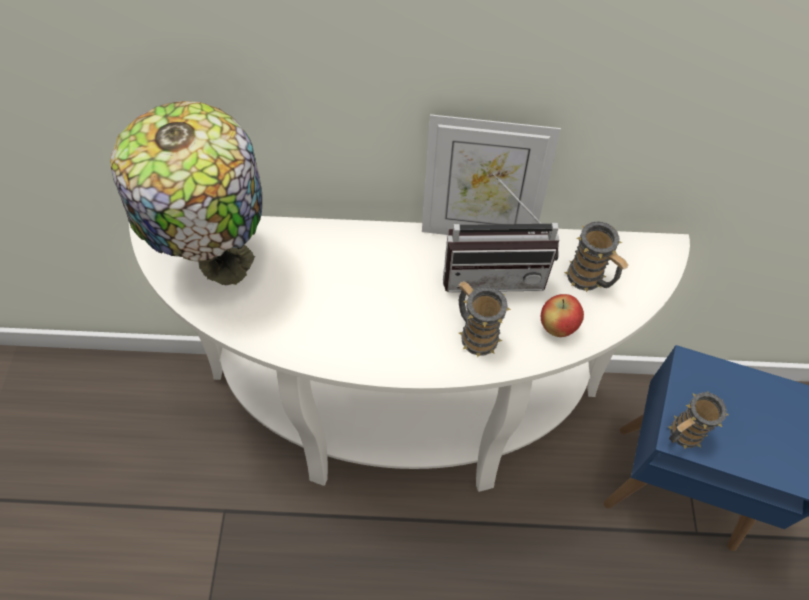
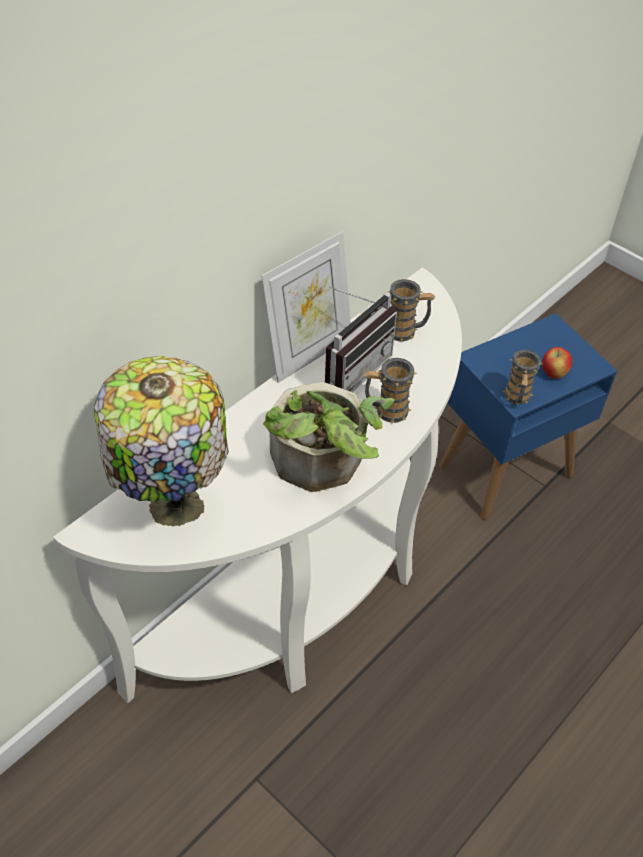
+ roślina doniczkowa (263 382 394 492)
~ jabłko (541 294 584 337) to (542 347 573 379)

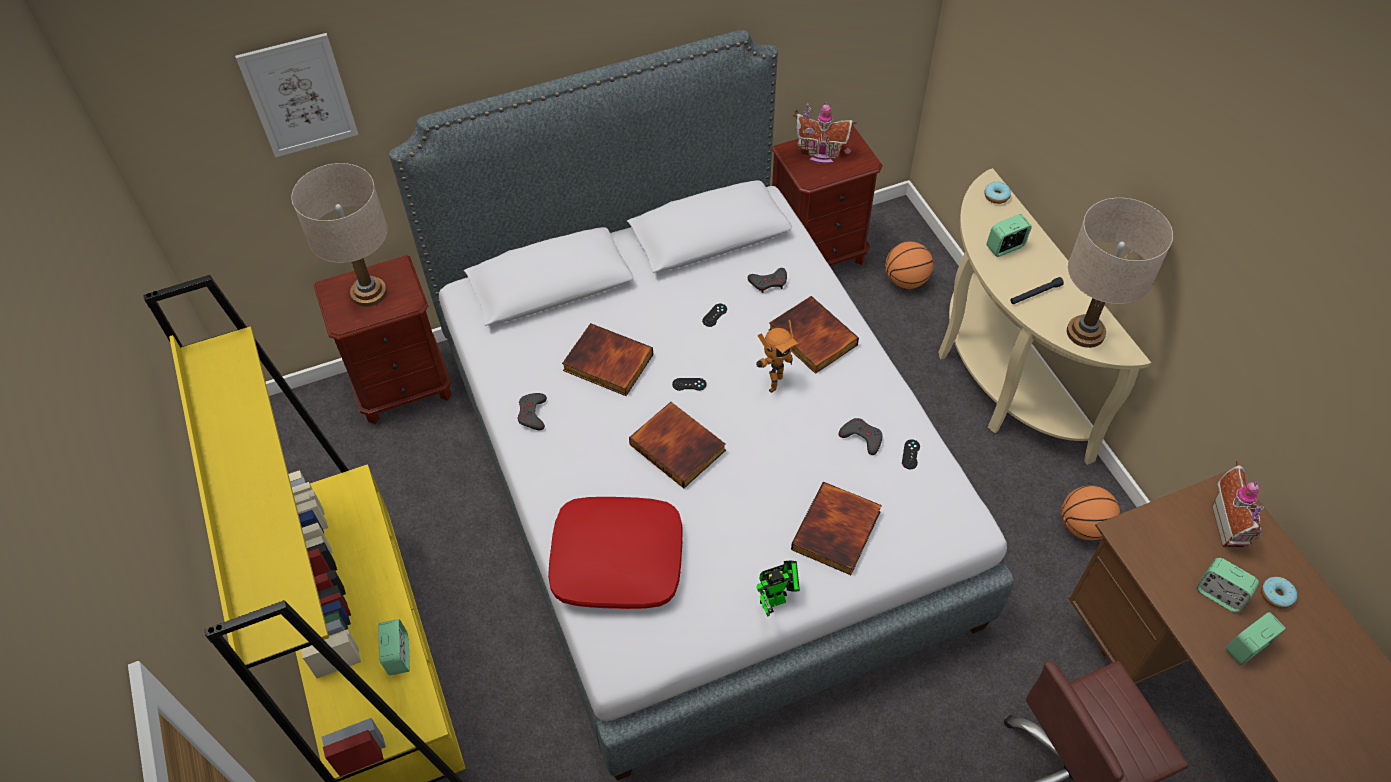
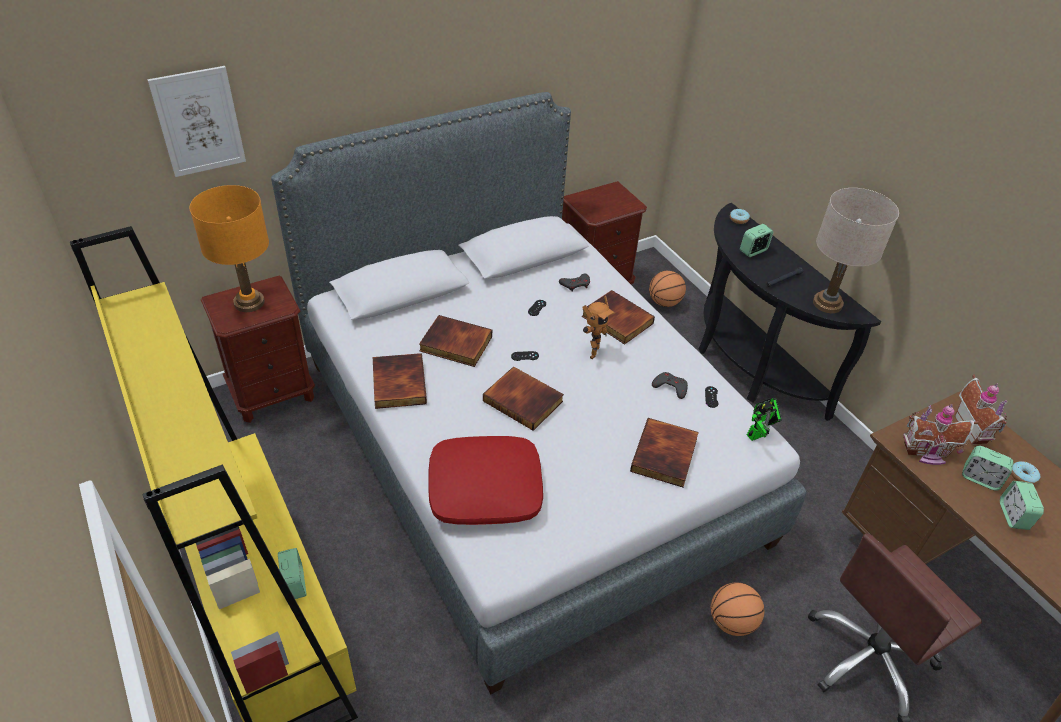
~ lampa stołowa [beżowy] (291 163 388 307) to lampa stołowa [pomarańczowy] (189 185 269 312)
~ pad do gier [szary] (517 393 547 430) to książka (373 353 427 409)
~ stolik konsolowy [beżowy] (938 168 1151 465) to stolik konsolowy [czarny] (699 203 881 421)
~ piłka do koszykówki (1062 486 1120 540) to (711 583 765 636)
~ robot zabawkowy (756 560 800 616) to (747 398 782 441)
~ domek (793 102 857 164) to (903 404 979 465)
~ budzik (1225 612 1286 665) = (1000 481 1044 530) 45 degrees counterclockwise

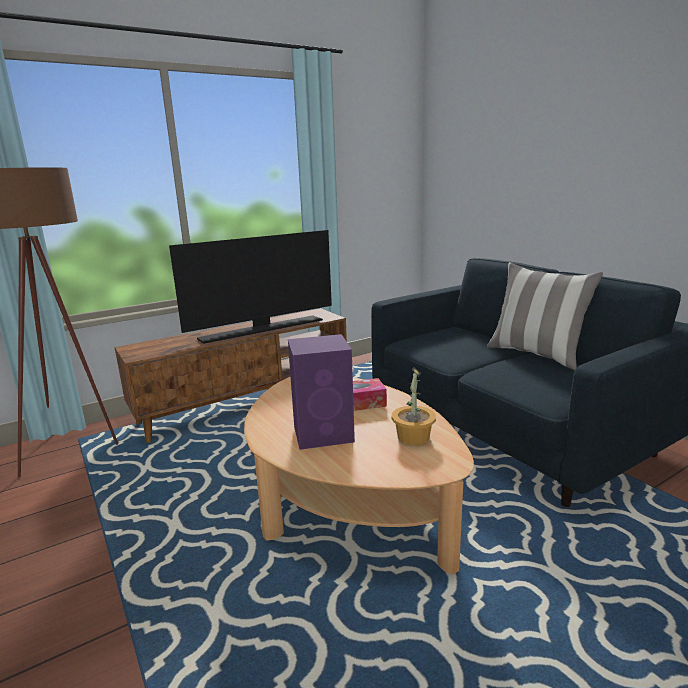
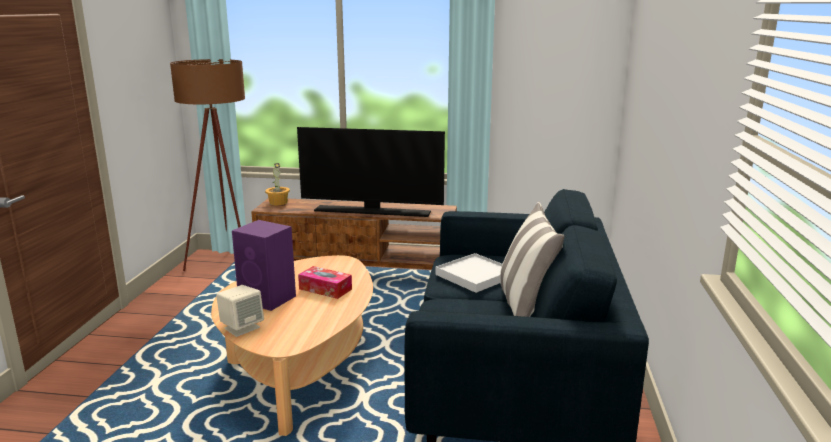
+ głośnik [beżowy] (216 285 264 337)
~ roślina doniczkowa (392 367 436 445) to (265 163 290 205)
+ taca [biały] (435 253 502 293)

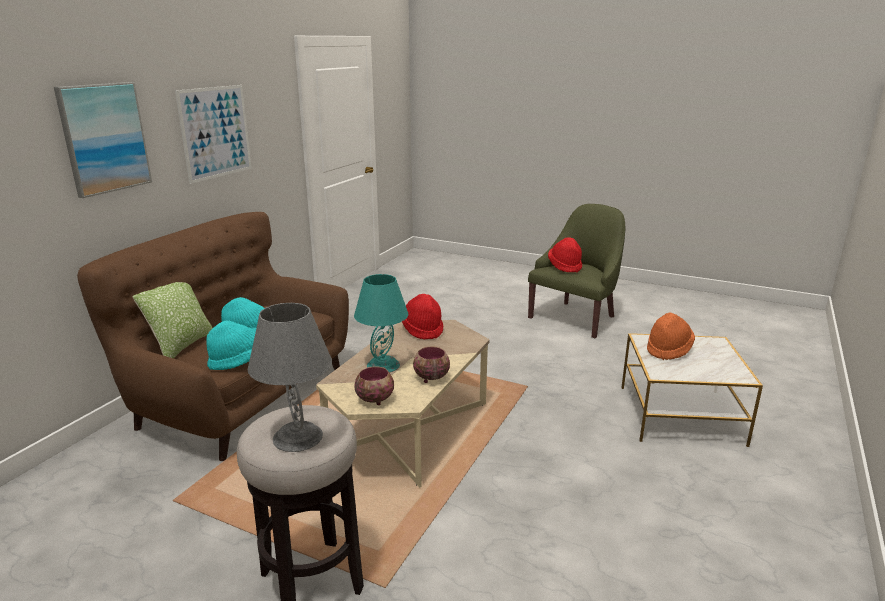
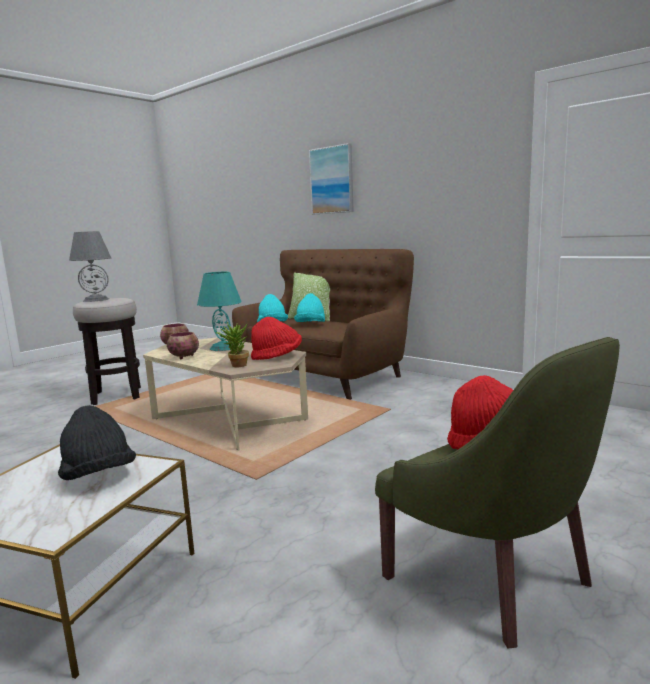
~ kapelusz [pomarańczowy] (647 313 695 360) to kapelusz [czarny] (58 405 136 480)
+ roślina doniczkowa (215 322 249 367)
- obraz (175 85 252 184)

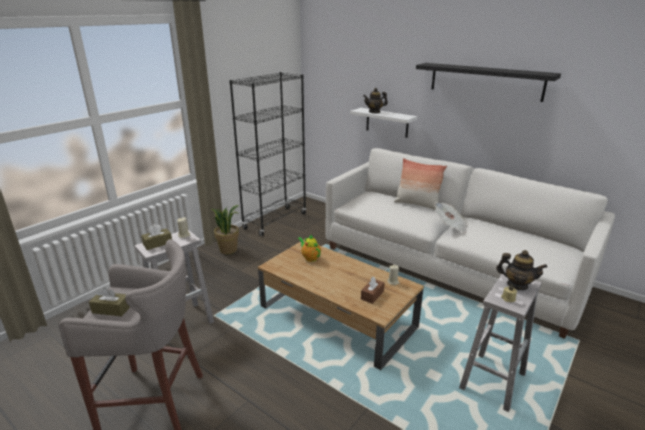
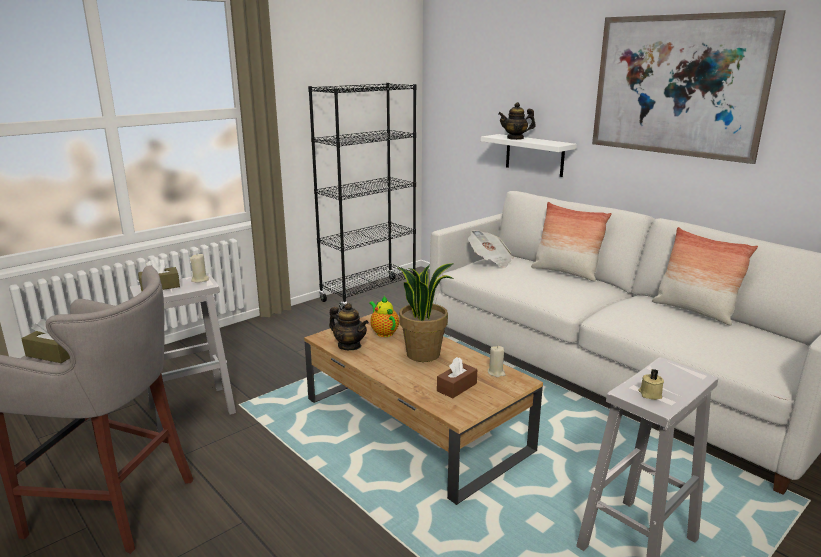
~ imbryk (496 250 547 290) to (329 303 369 350)
~ roślina doniczkowa (212 205 239 254) to (397 263 454 362)
~ gazeta (435 202 468 233) to (468 230 514 268)
~ półka [czarny] (416 63 561 102) to obraz (592 10 786 164)
+ poduszka (652 227 758 326)

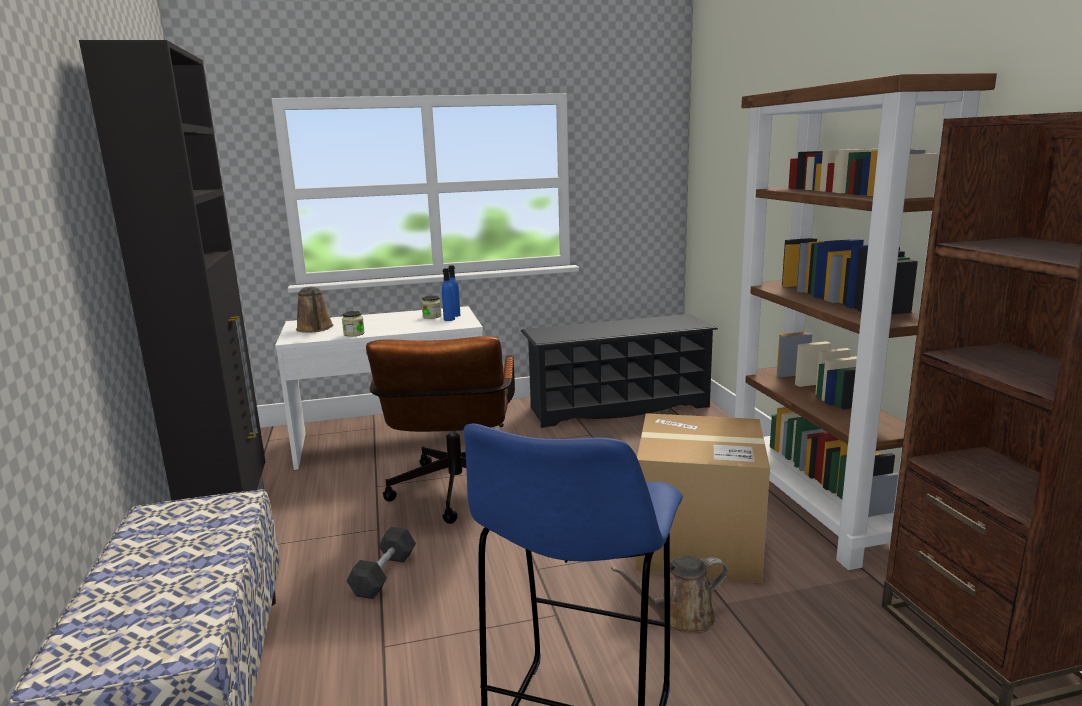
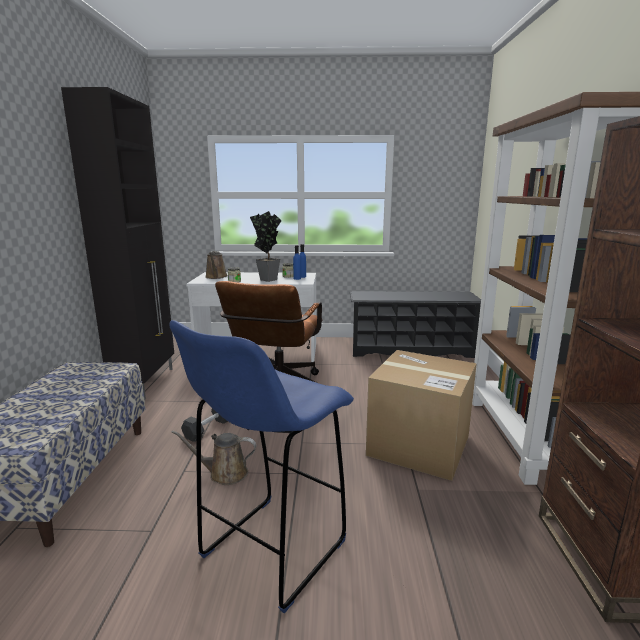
~ konewka [brązowy] (611 556 728 634) to (171 430 256 485)
+ roślina doniczkowa (250 211 282 282)

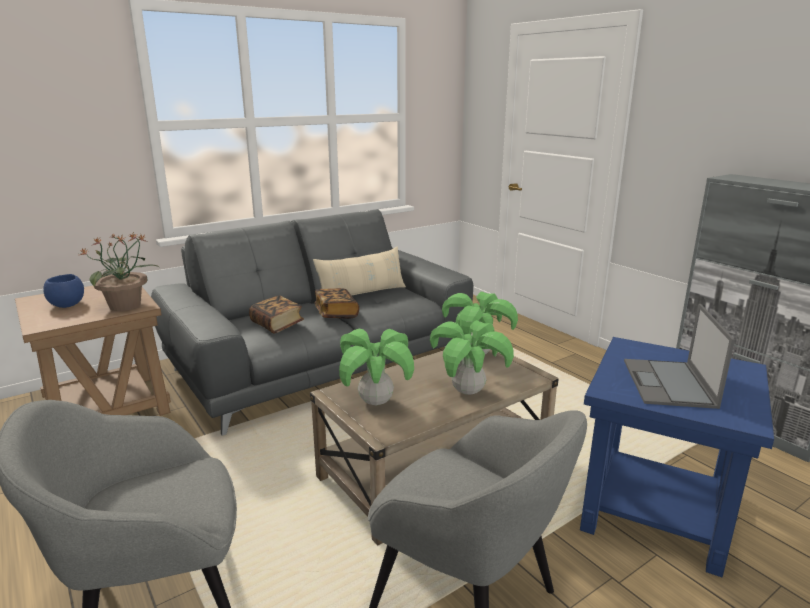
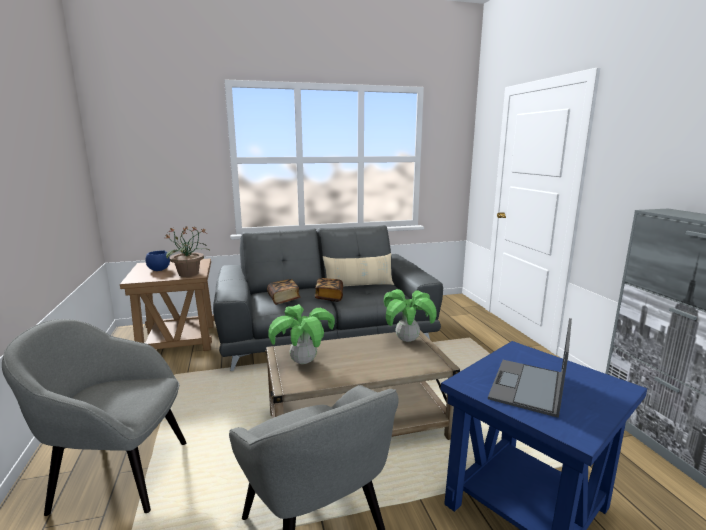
- roślina doniczkowa (430 320 514 395)

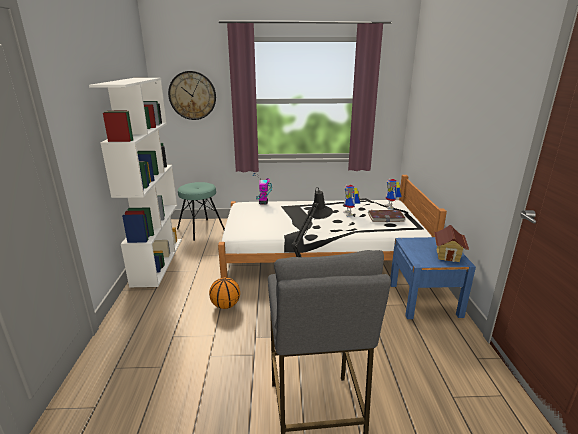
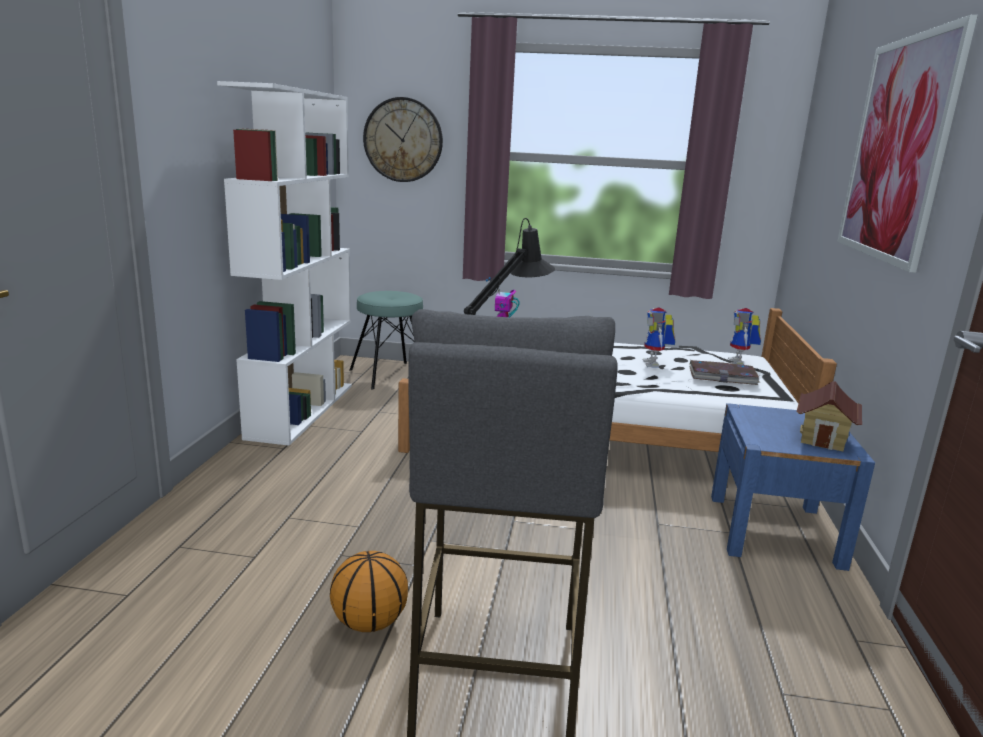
~ piłka do koszykówki (209 277 240 309) to (330 551 408 632)
+ obraz (837 15 978 273)

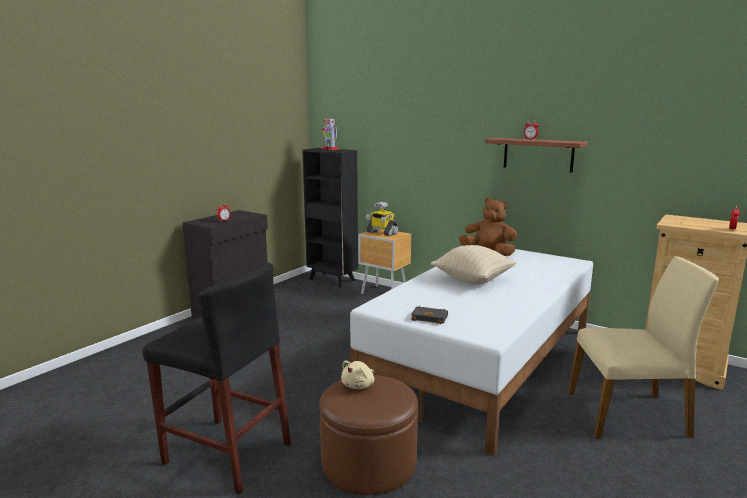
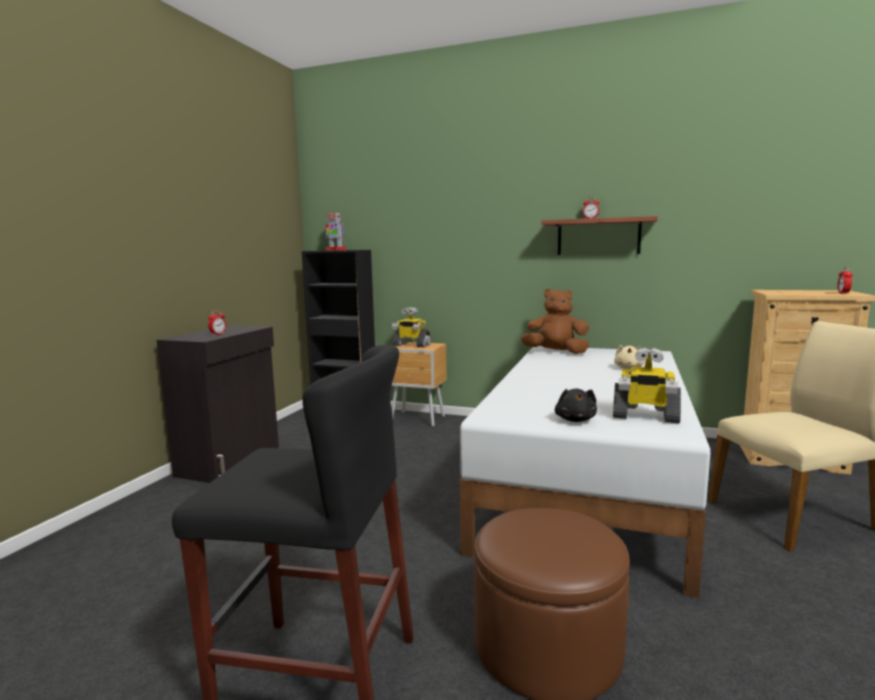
~ książka [czarny] (411 305 448 324) to pluszak [czarny] (555 388 597 422)
+ robot zabawkowy (613 347 681 423)
~ pluszak [beżowy] (341 360 374 389) to (614 345 645 369)
- poduszka [beżowy] (431 245 517 285)

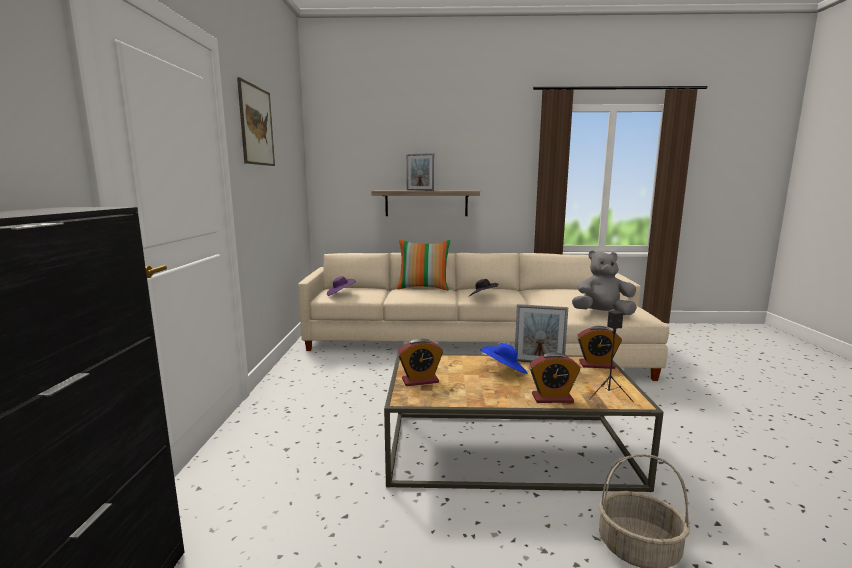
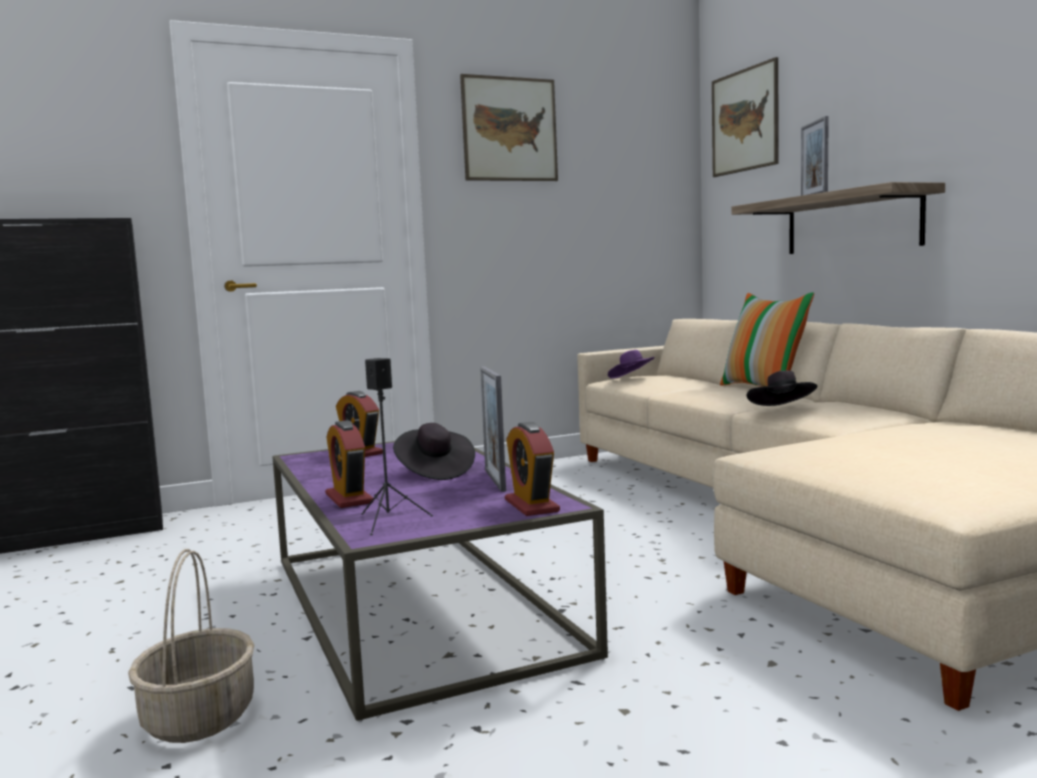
~ ława [brązowy] (384 354 664 492) to ława [fioletowy] (272 441 608 722)
~ kapelusz [niebieski] (480 343 528 374) to kapelusz [czarny] (393 423 475 480)
+ obraz (712 57 779 177)
- pluszak [szary] (572 250 637 315)

